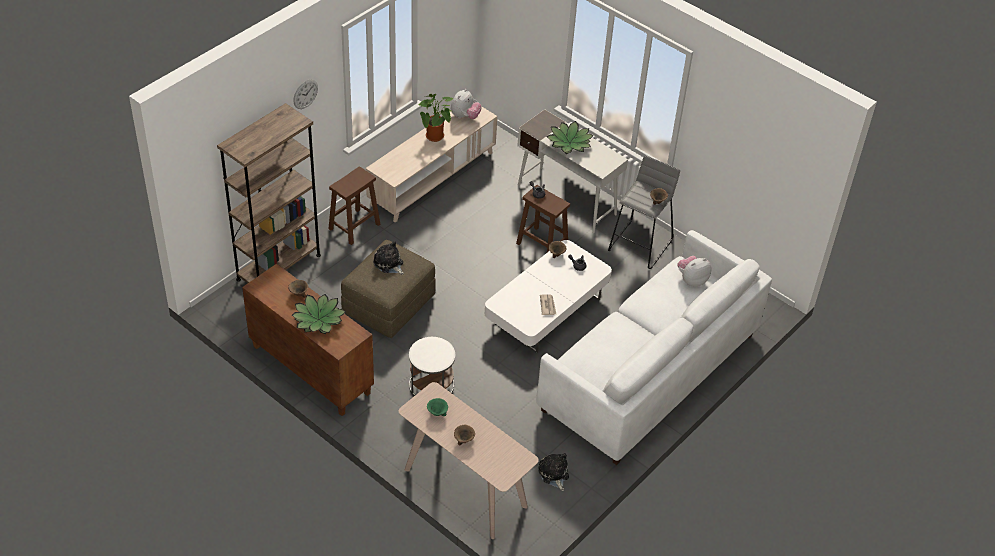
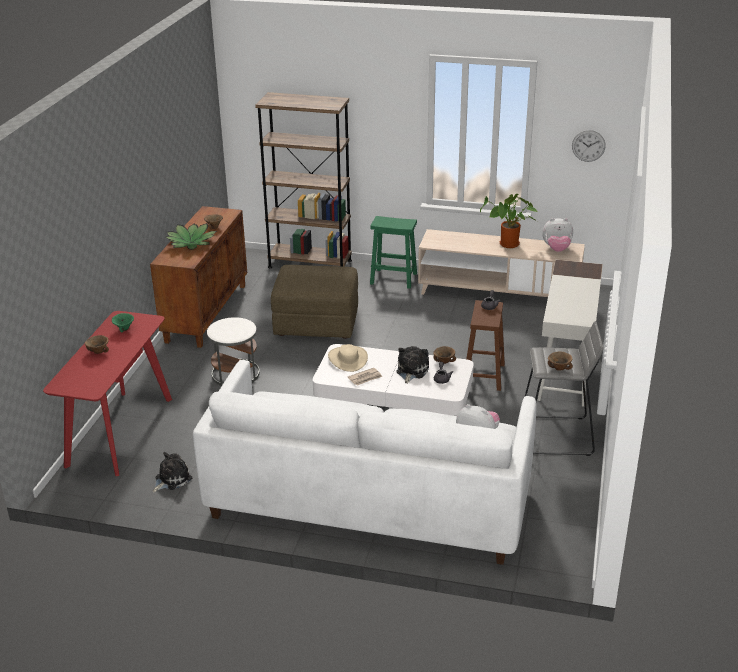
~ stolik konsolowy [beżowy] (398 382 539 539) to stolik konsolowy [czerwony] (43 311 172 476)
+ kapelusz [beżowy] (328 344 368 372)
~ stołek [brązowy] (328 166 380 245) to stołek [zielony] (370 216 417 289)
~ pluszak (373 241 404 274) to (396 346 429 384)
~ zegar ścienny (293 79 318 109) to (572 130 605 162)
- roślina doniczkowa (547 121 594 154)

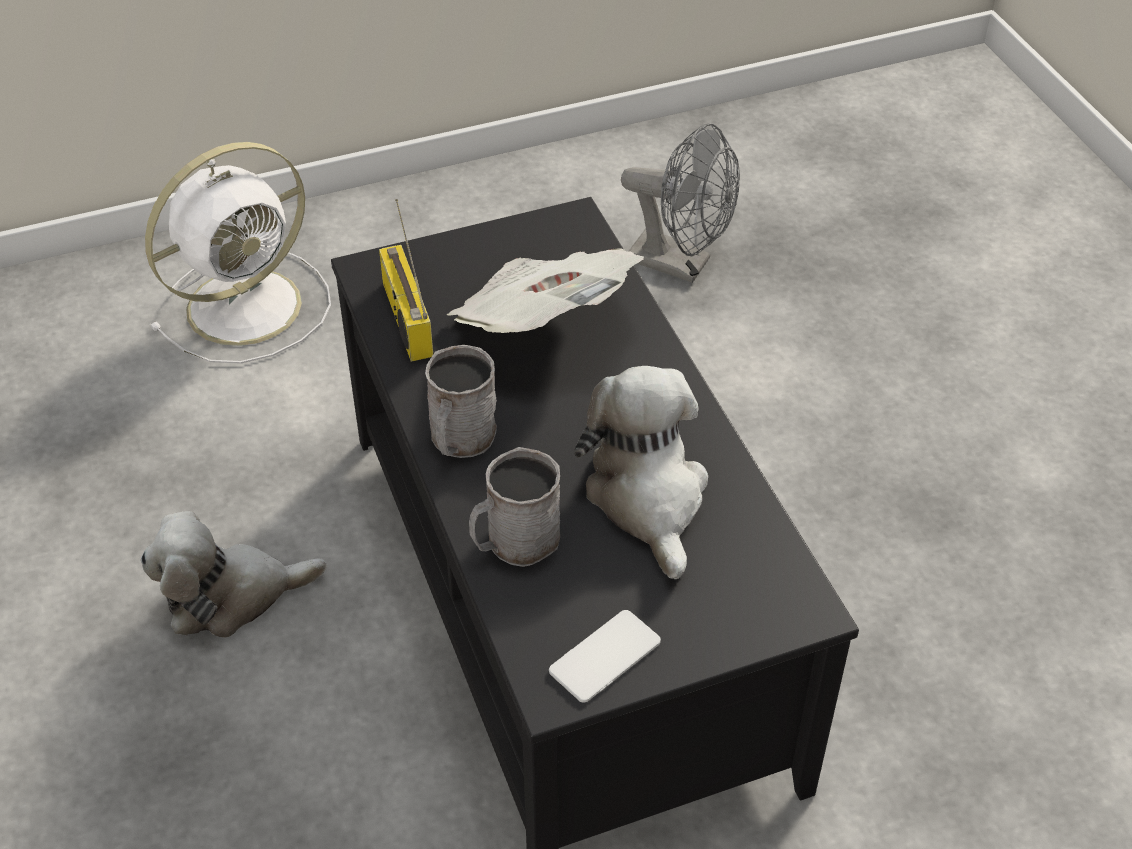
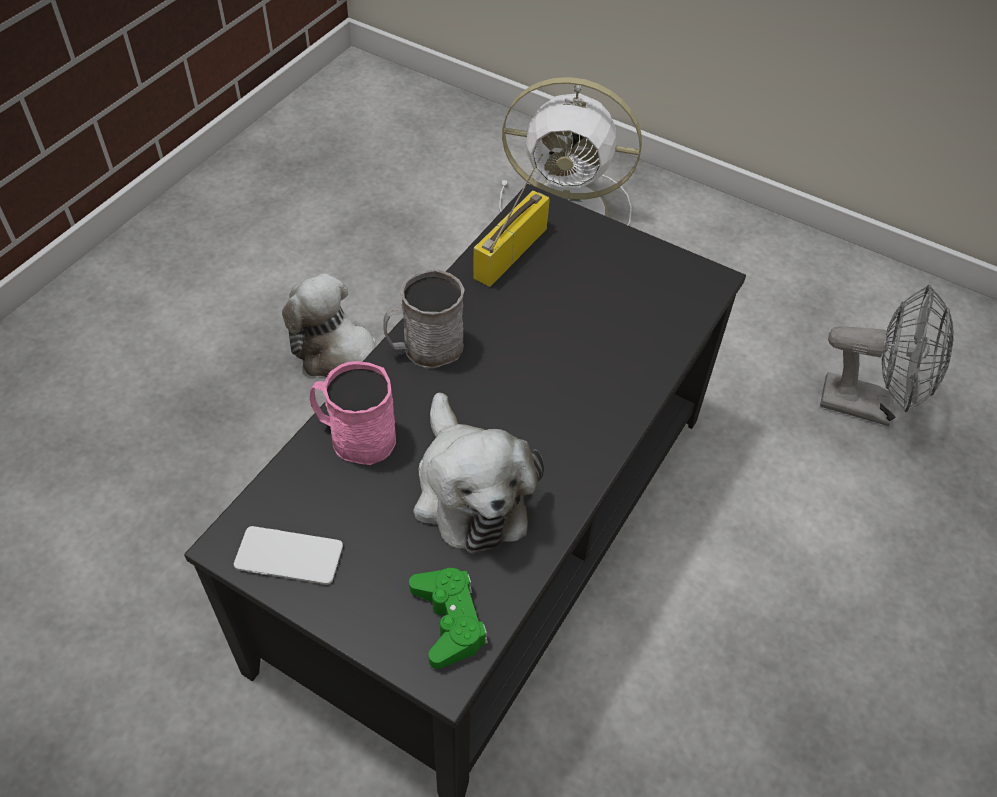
~ kubek [szary] (469 447 560 567) to kubek [różowy] (310 361 396 465)
+ pad do gier [zielony] (409 568 488 669)
~ pluszak (574 366 708 580) = (414 393 544 554) 120 degrees clockwise
~ wentylator [szary] (621 123 740 283) = (820 285 954 426) 60 degrees counterclockwise
- gazeta (447 248 644 333)

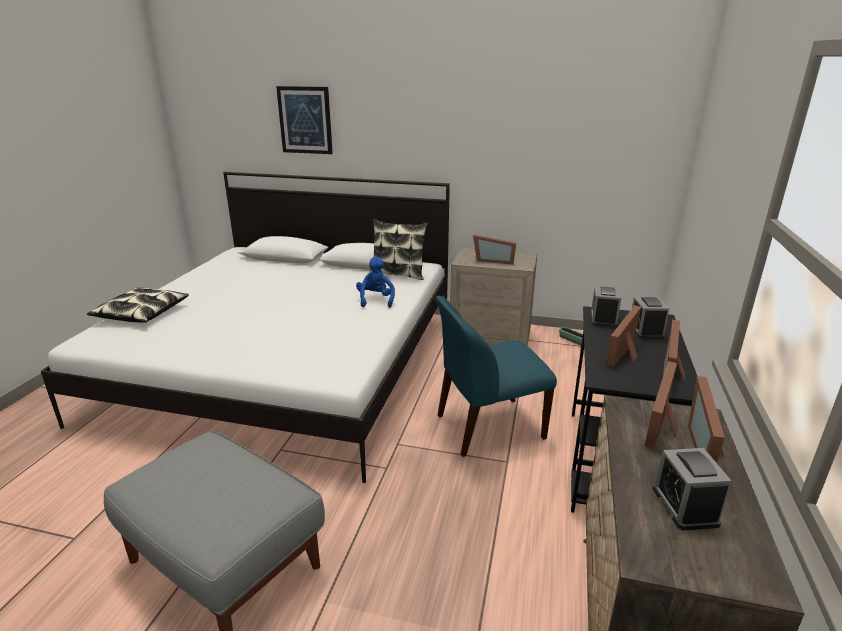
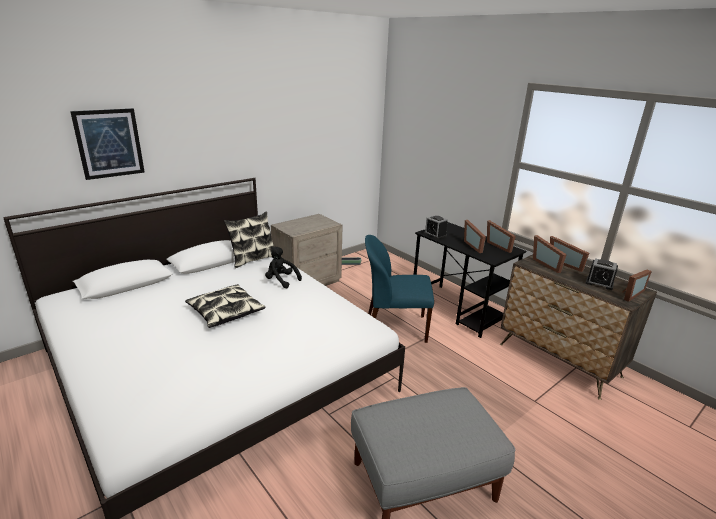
~ poduszka (87 288 189 323) to (185 284 265 328)
~ pluszak [niebieski] (356 257 395 308) to pluszak [czarny] (265 247 302 288)
~ krzesło [niebieski] (435 296 557 457) = (365 235 434 343) 75 degrees clockwise
~ ramka na zdjęcie (473 234 516 264) to (622 270 652 302)
- budzik (632 297 670 339)

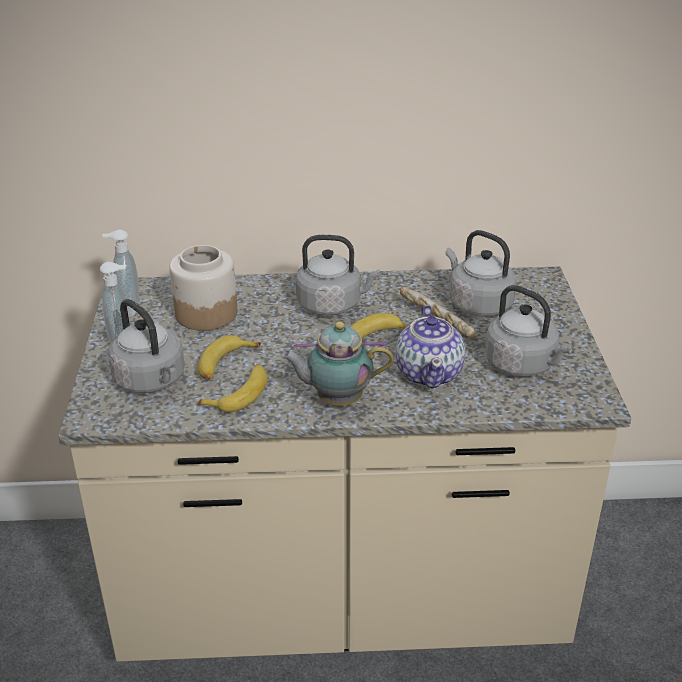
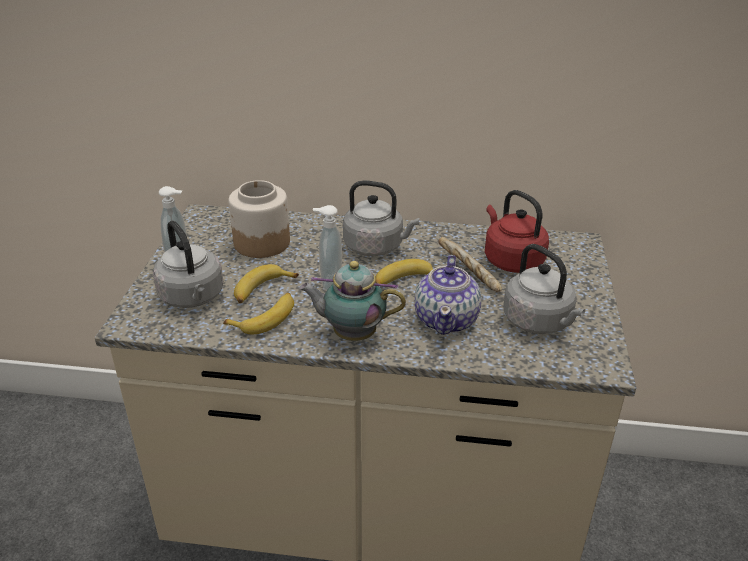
~ dozownik mydła (102 230 139 317) to (313 205 342 291)
~ czajnik [szary] (445 230 517 317) to czajnik [czerwony] (485 190 549 273)

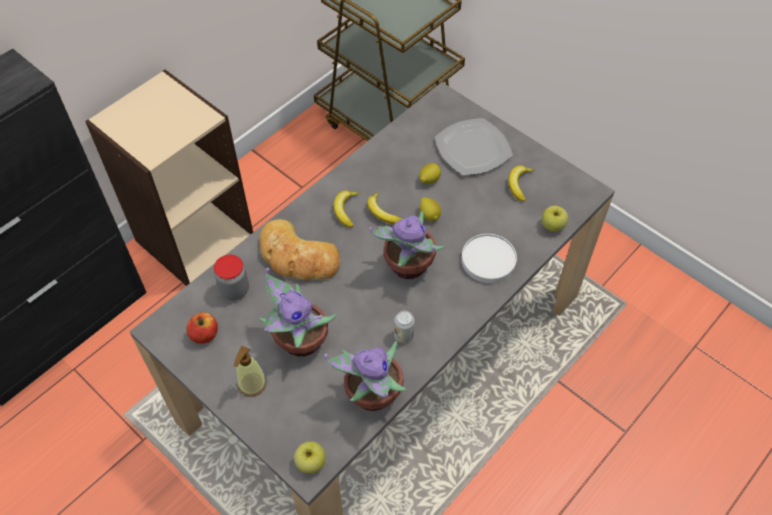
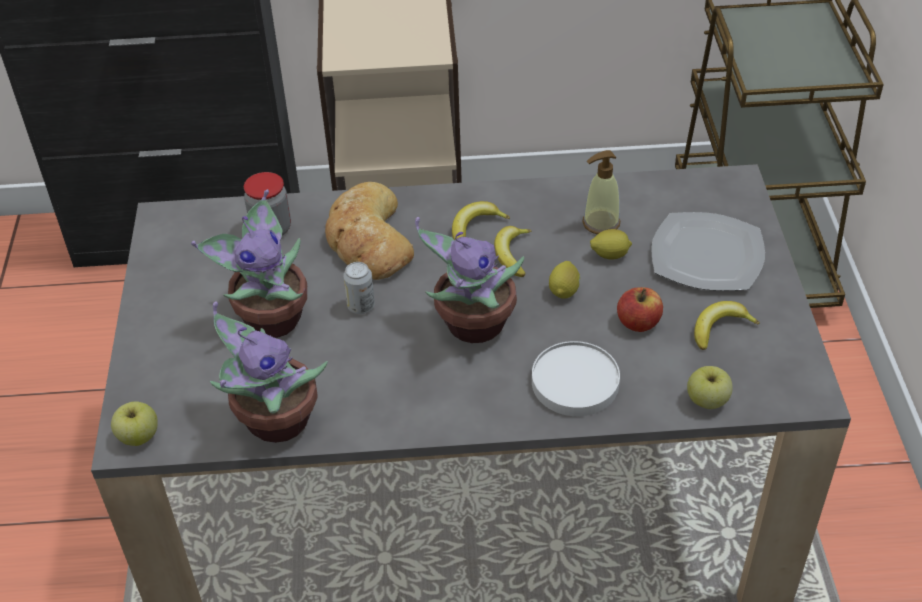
~ puszka (394 311 415 343) to (343 262 375 314)
~ dozownik mydła (234 346 267 397) to (582 150 621 234)
~ jabłko (187 312 218 344) to (617 287 663 332)

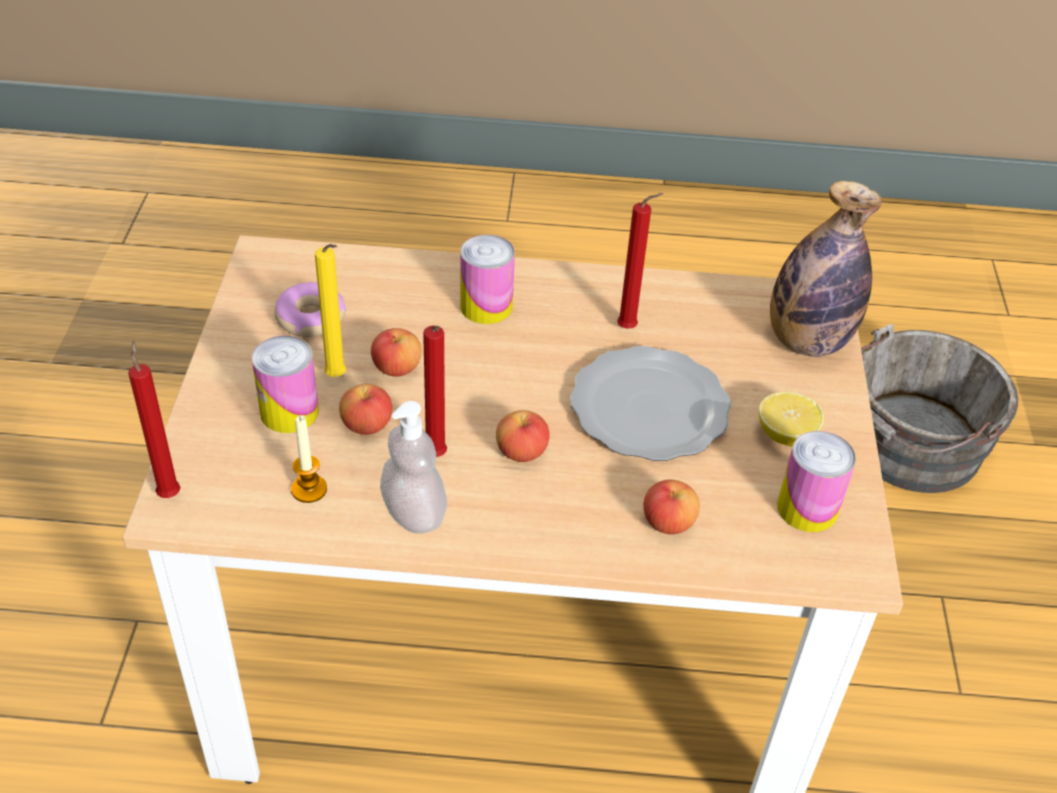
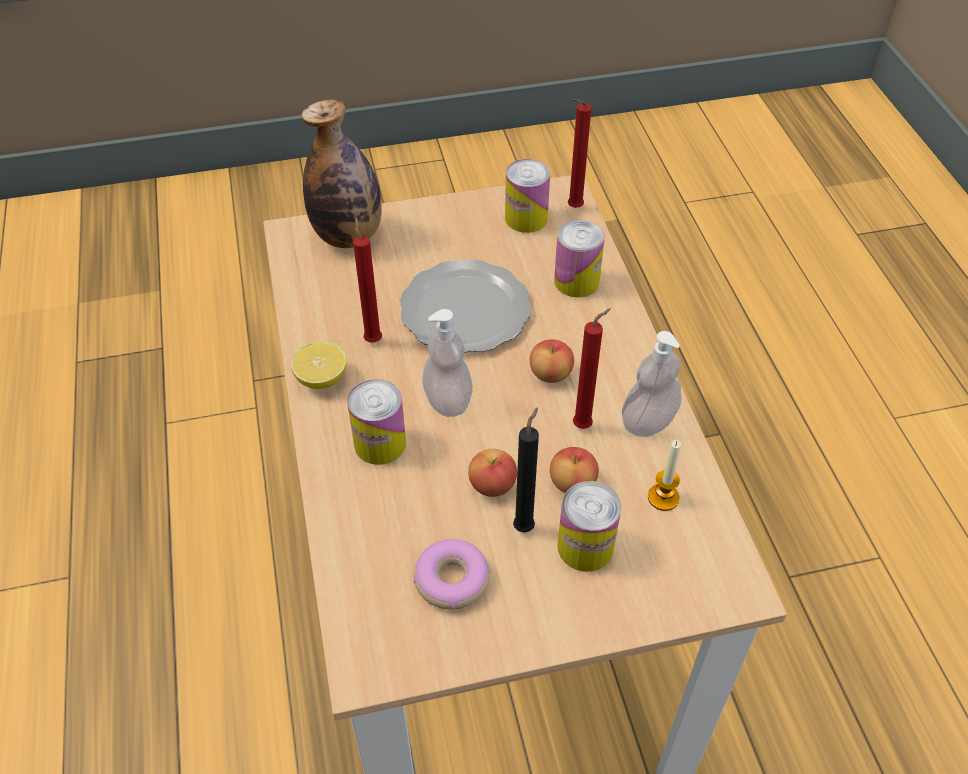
~ cytryna (759 392 824 447) to (291 341 347 389)
+ dozownik mydła (422 309 473 417)
~ świeca [żółty] (315 244 346 377) to świeca [czarny] (513 407 539 533)
~ jabłko (643 480 700 534) to puszka (554 220 605 297)
~ świeca [czerwony] (128 341 180 498) to (568 99 592 208)
- wiadro [szary] (861 324 1018 493)

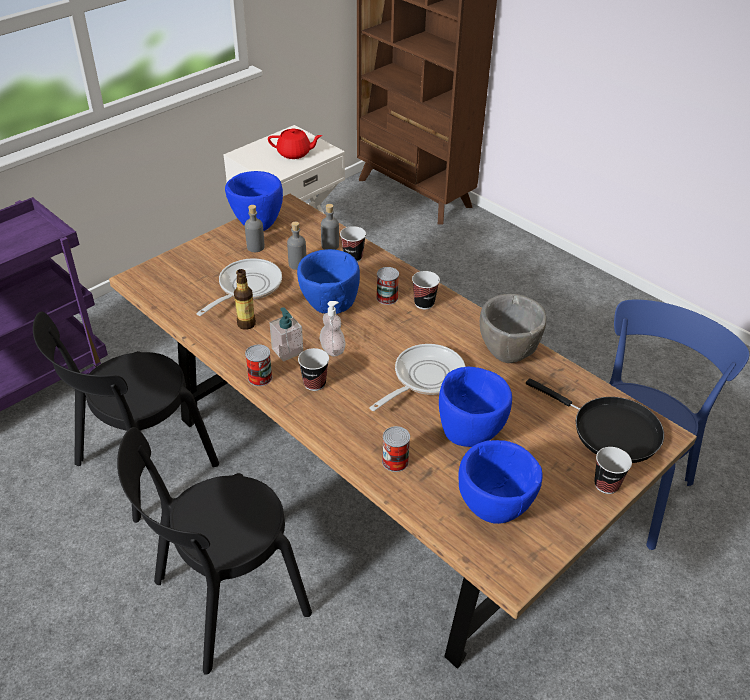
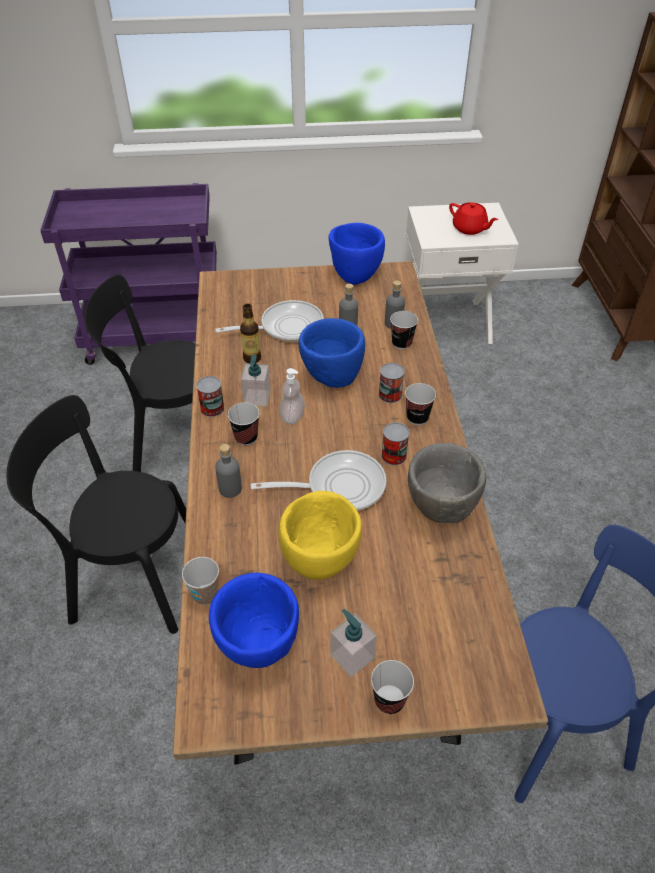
+ filiżanka (182 557 219 605)
~ butelka [szary] (245 205 265 252) to (215 444 242 498)
~ miska [niebieski] (439 367 512 447) to miska [żółty] (279 491 362 580)
+ dozownik mydła (331 609 377 677)
~ puszka (382 426 410 472) to (381 422 409 466)
- patelnia [czarny] (526 378 664 463)

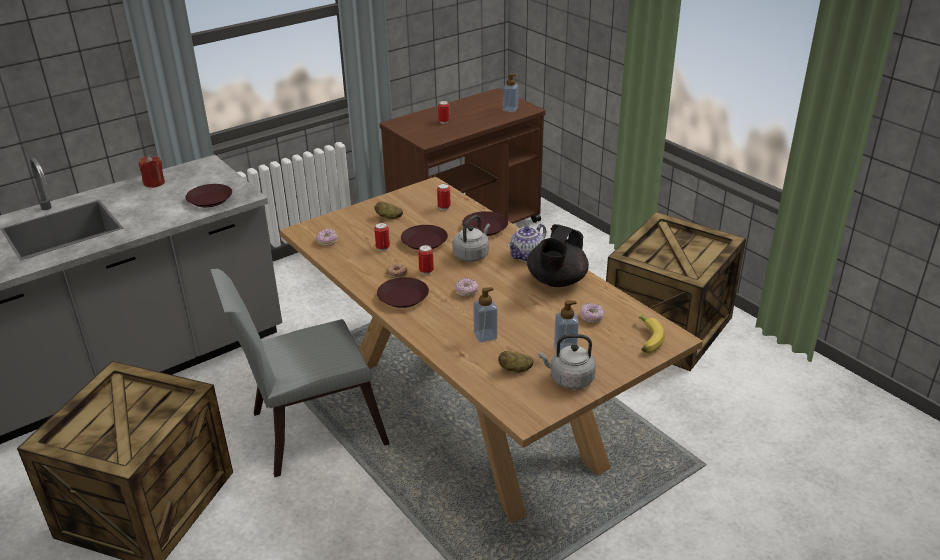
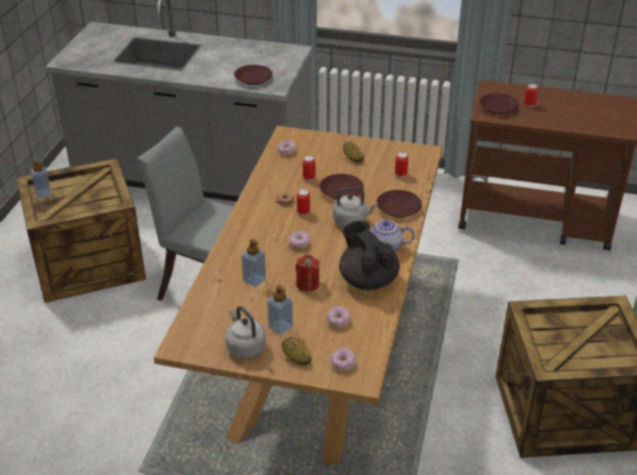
~ dozownik mydła (503 74 518 112) to (31 158 51 198)
~ ziemniak (498 351 533 373) to (282 337 311 365)
~ świeca [czerwony] (139 155 165 188) to (295 254 320 292)
~ banan (639 313 665 353) to donut (330 348 356 371)
~ imbryk [czarny] (527 224 589 287) = (339 221 400 290) 75 degrees clockwise
~ talerz [brązowy] (377 277 429 308) to (480 93 519 115)

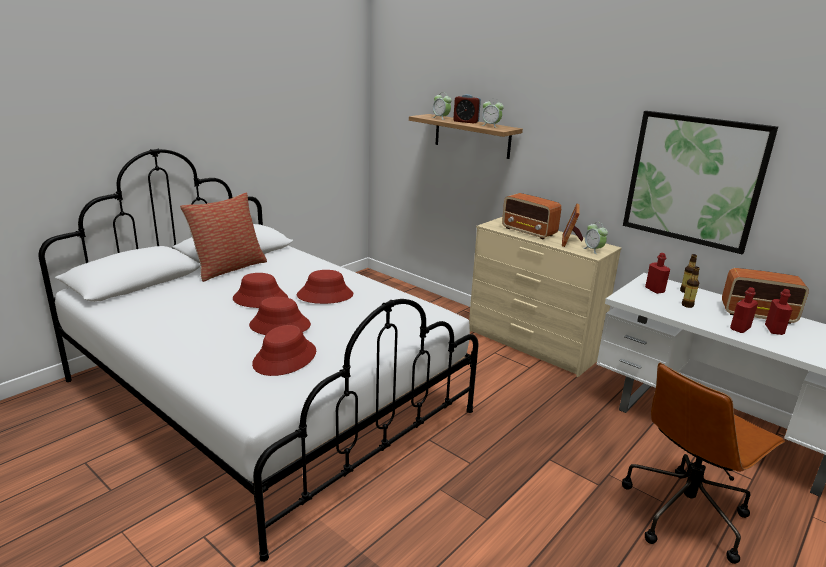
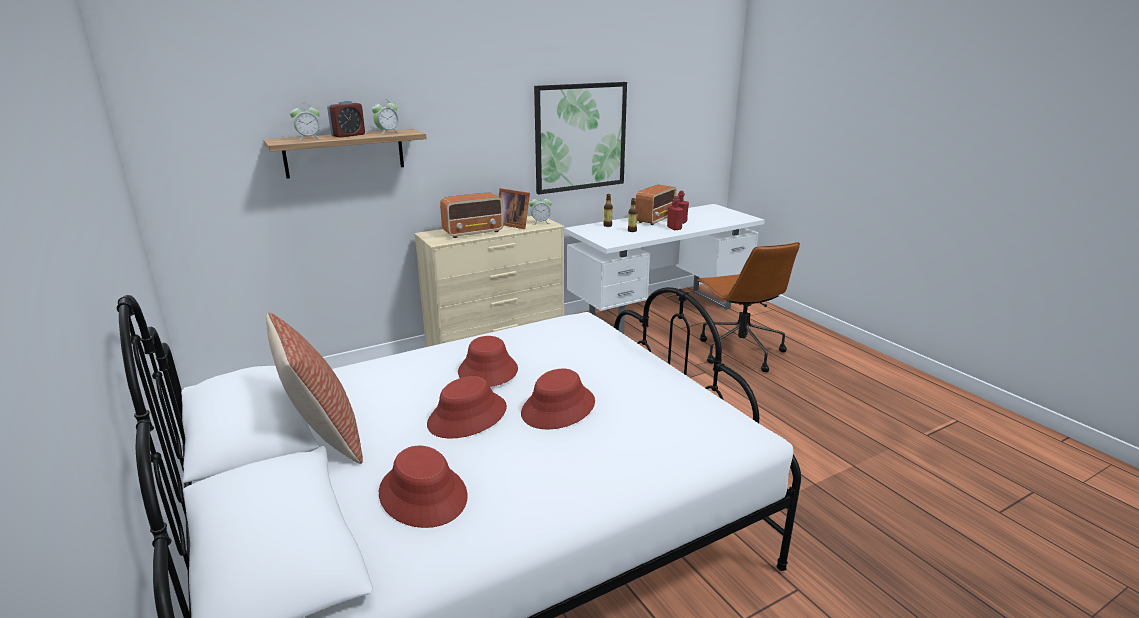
~ kapelusz [czerwony] (252 325 316 376) to (379 446 468 528)
- butelka [czerwony] (645 253 670 294)

